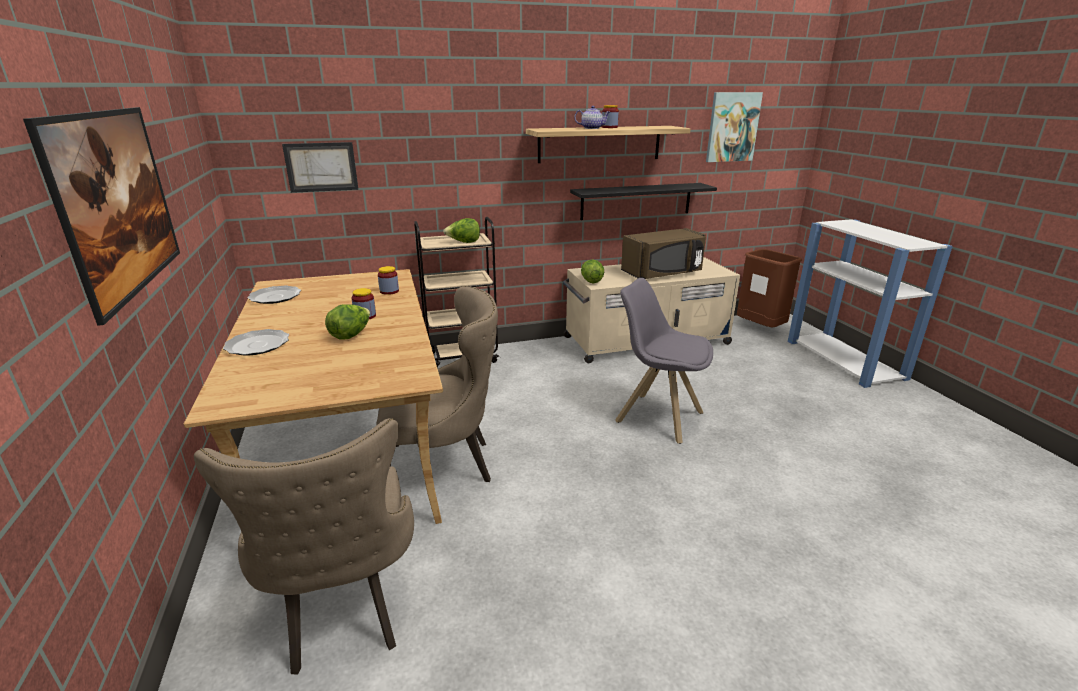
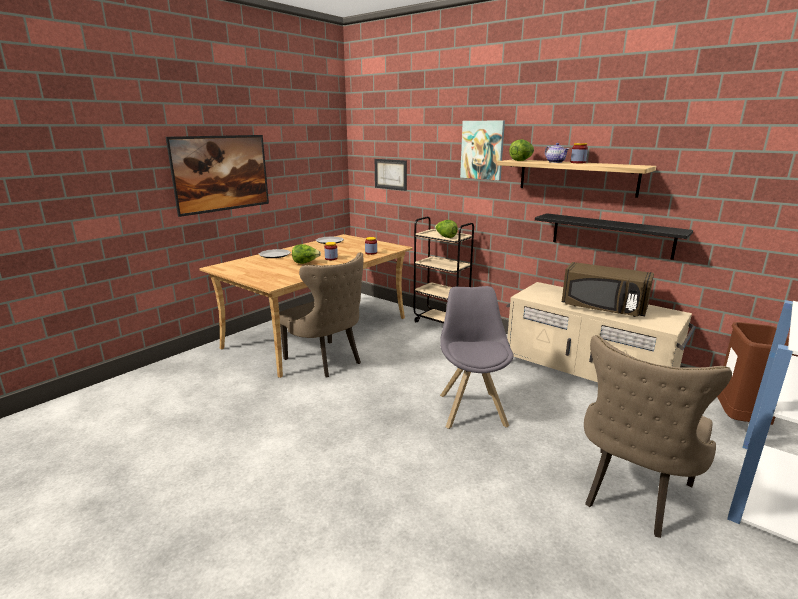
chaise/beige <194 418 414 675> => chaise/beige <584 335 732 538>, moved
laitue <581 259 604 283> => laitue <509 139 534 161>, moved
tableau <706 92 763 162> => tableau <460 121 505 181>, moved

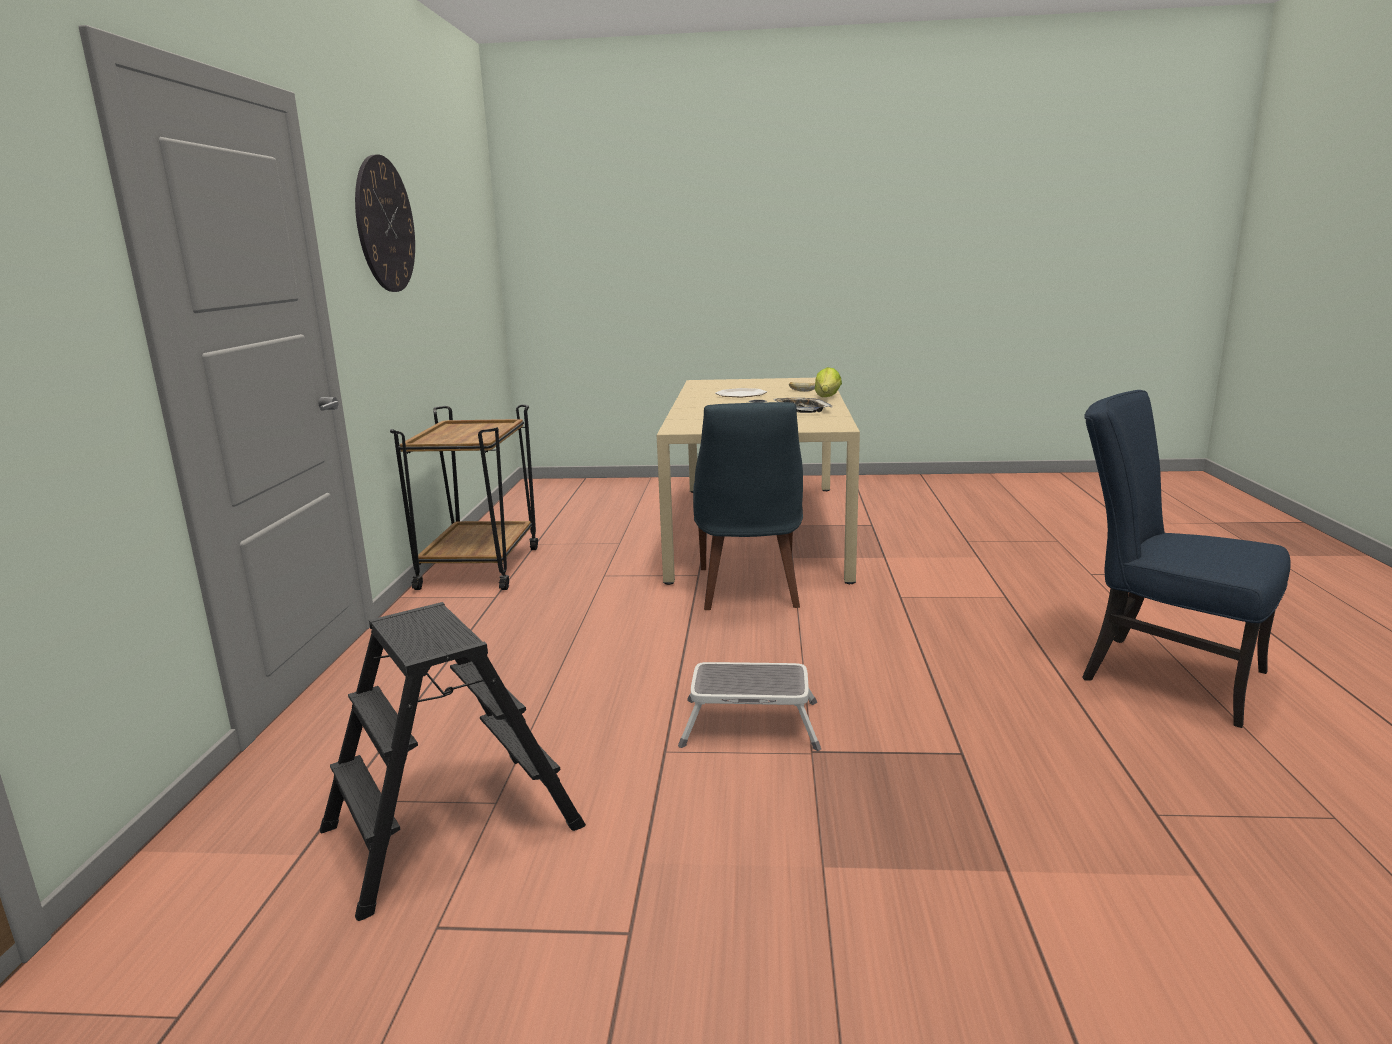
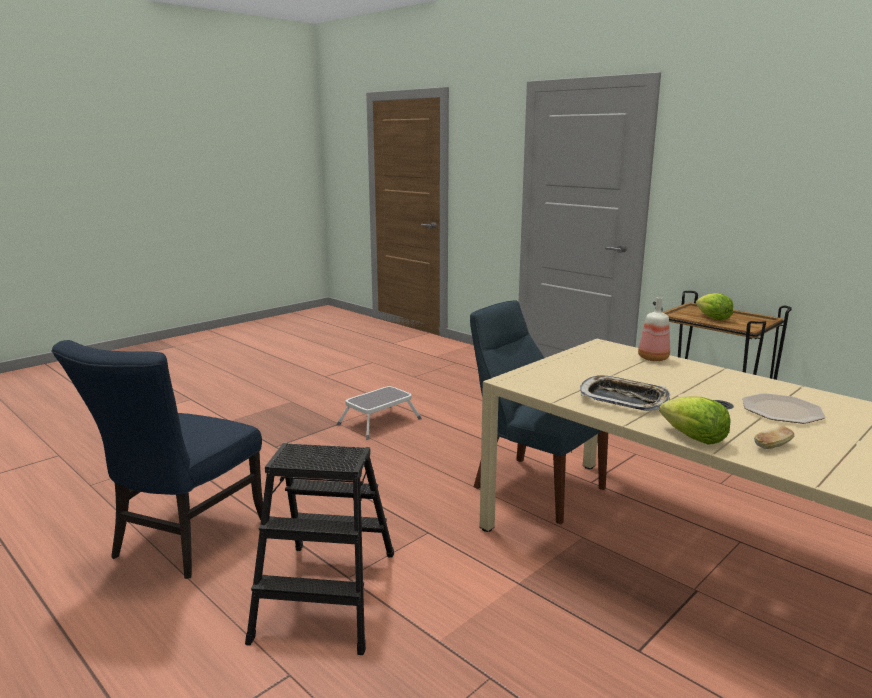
horloge murale <355 154 415 292> => nothing
nothing => bouteille <638 297 670 361>
nothing => laitue <696 293 733 321>
escabeau/noir <320 602 586 921> => escabeau/noir <245 443 394 655>, moved
chaise/bleu <1082 390 1291 728> => chaise/bleu <51 340 263 579>, 120 degrees clockwise

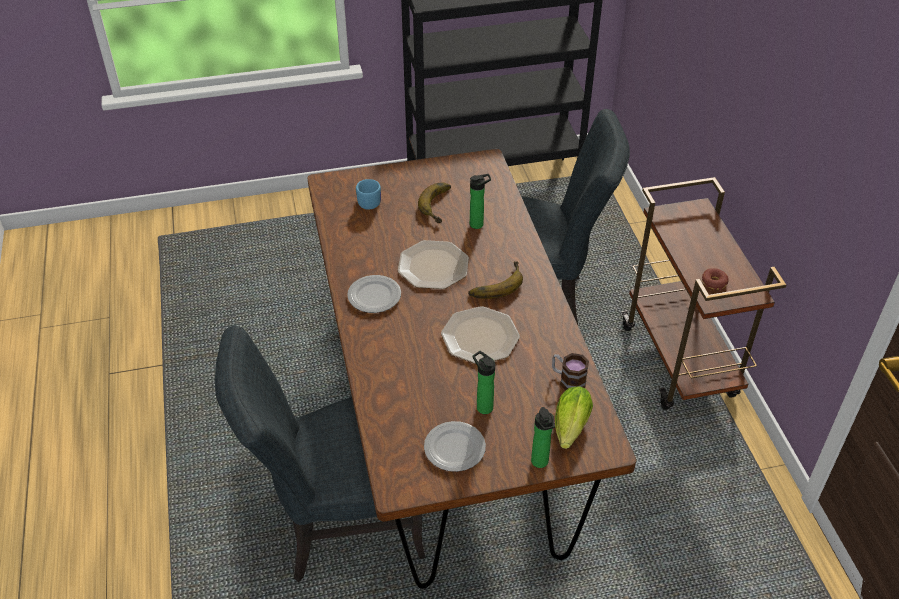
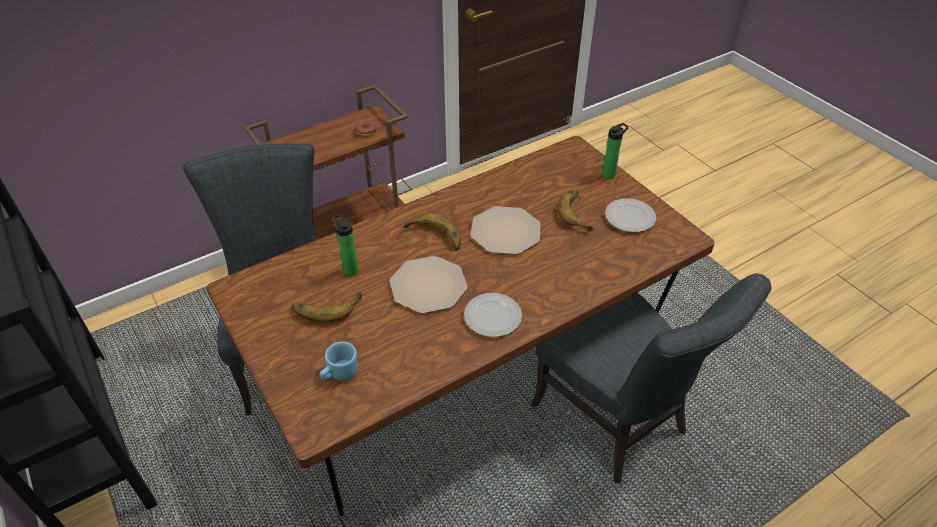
mug <552 353 589 391> => nothing
laitue <555 386 593 449> => nothing
bouteille <472 351 495 414> => banane <557 190 594 232>

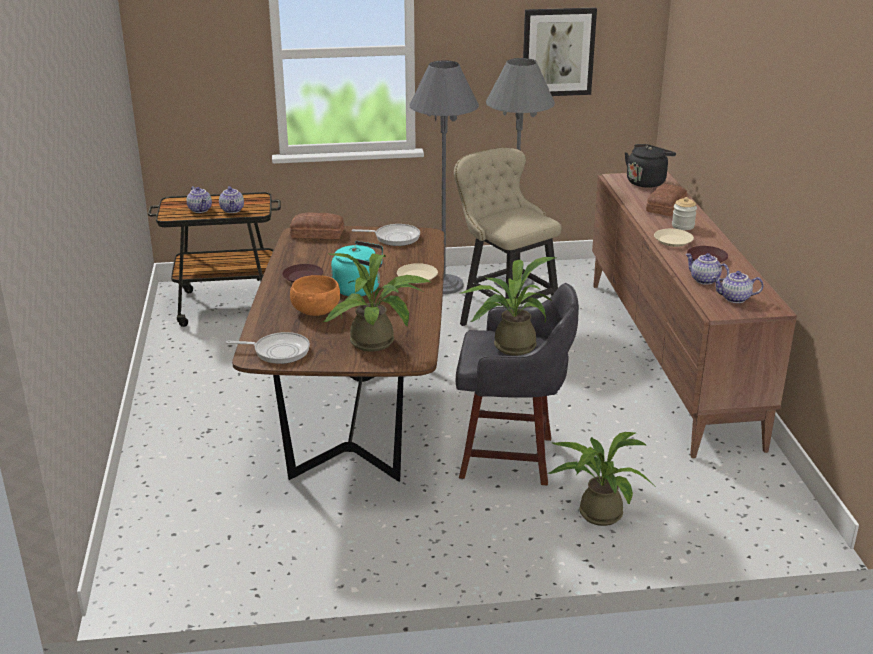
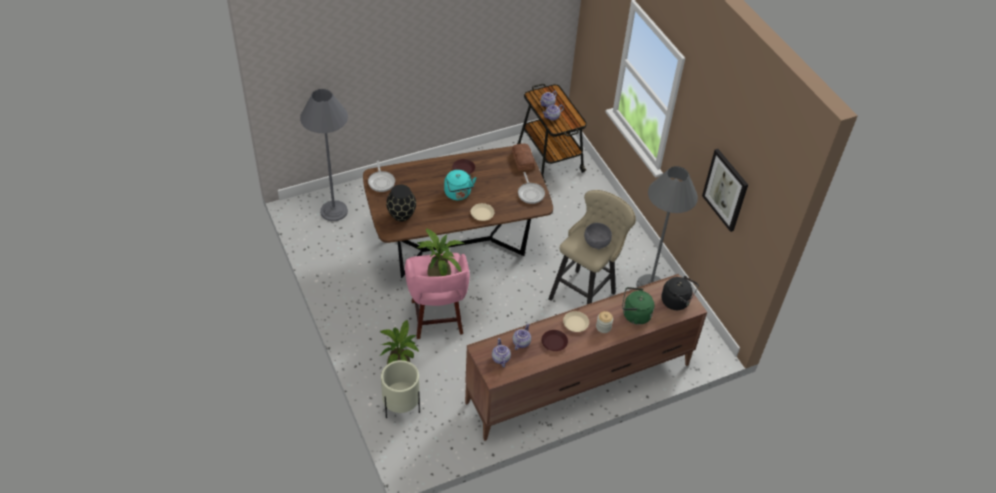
bol/orange <290 275 340 316> => nothing
nothing => cache-pot/beige <381 360 420 418>
nothing => bol/gris <584 223 612 249>
lampadaire/gris <409 60 479 294> => lampadaire/gris <300 89 348 221>, moved
plante en pot <323 253 432 352> => vase/noir <386 185 416 222>
pain <646 184 687 216> => bouilloire/vert <622 287 655 325>
tabouret/gris <456 283 579 485> => tabouret/rose <405 253 470 339>

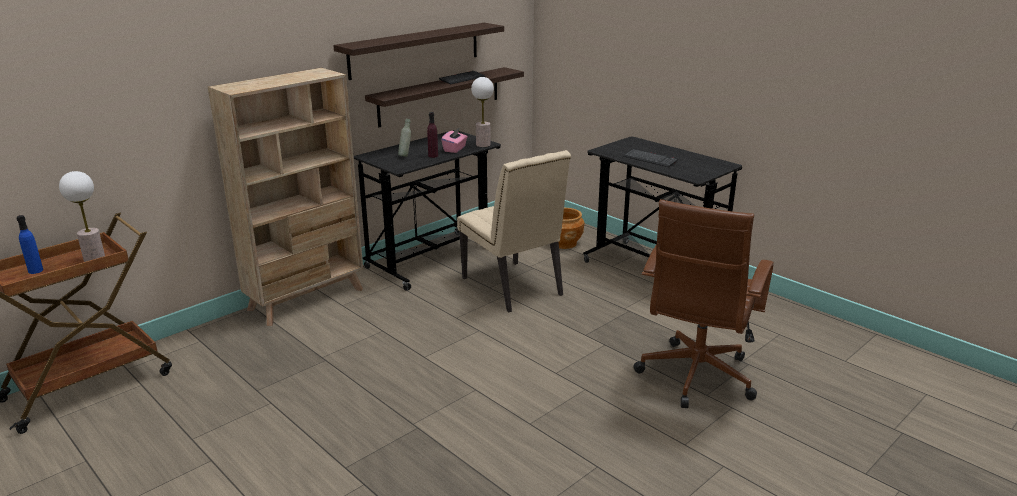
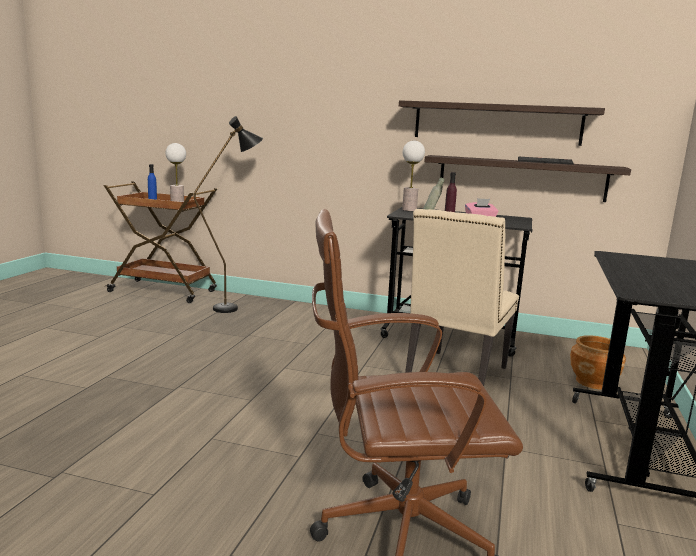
bibliothèque/beige <208 68 363 326> => nothing
clavier <623 149 678 167> => nothing
nothing => lampadaire/noir <194 116 263 313>
lampe de table <471 77 494 147> => lampe de table <402 141 425 211>, moved

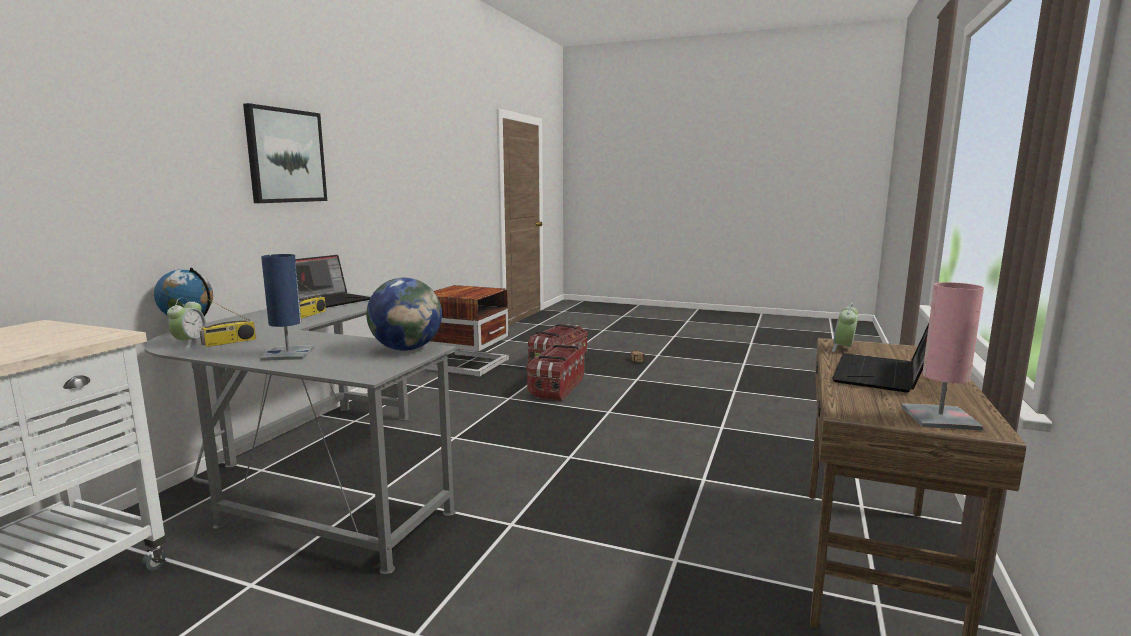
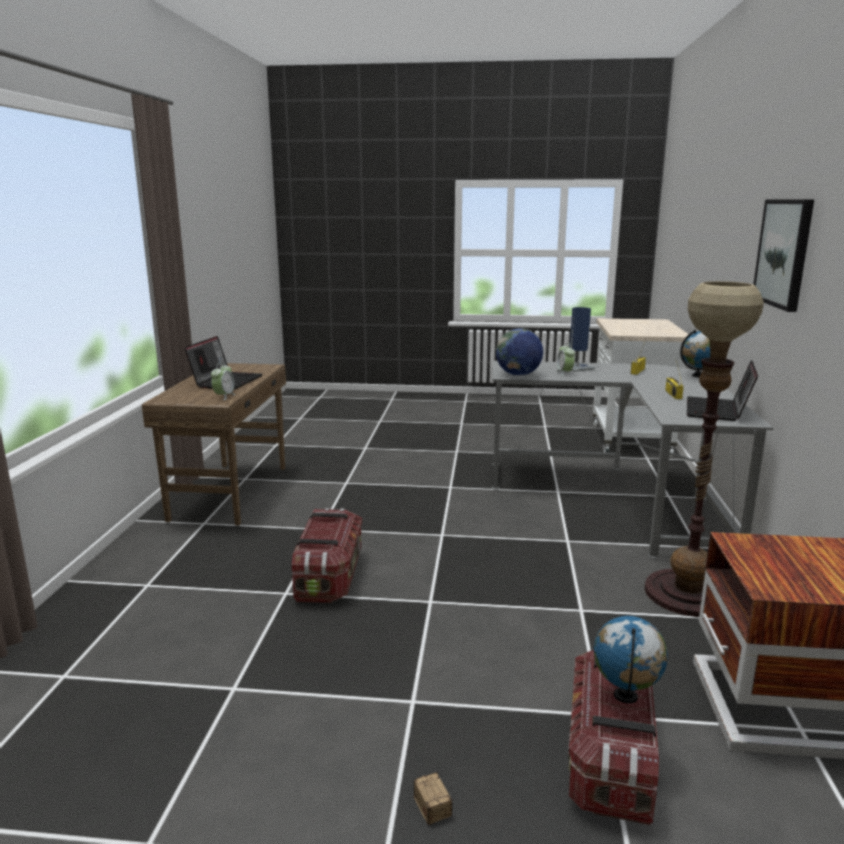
lampe de table/rose <901 282 984 431> => nothing
nothing => globe <594 616 668 703>
nothing => lampadaire <645 281 764 617>
réveil <167 297 206 348> => réveil <556 343 575 376>, moved
boîte de rangement <526 344 584 401> => boîte de rangement <292 508 362 603>, moved

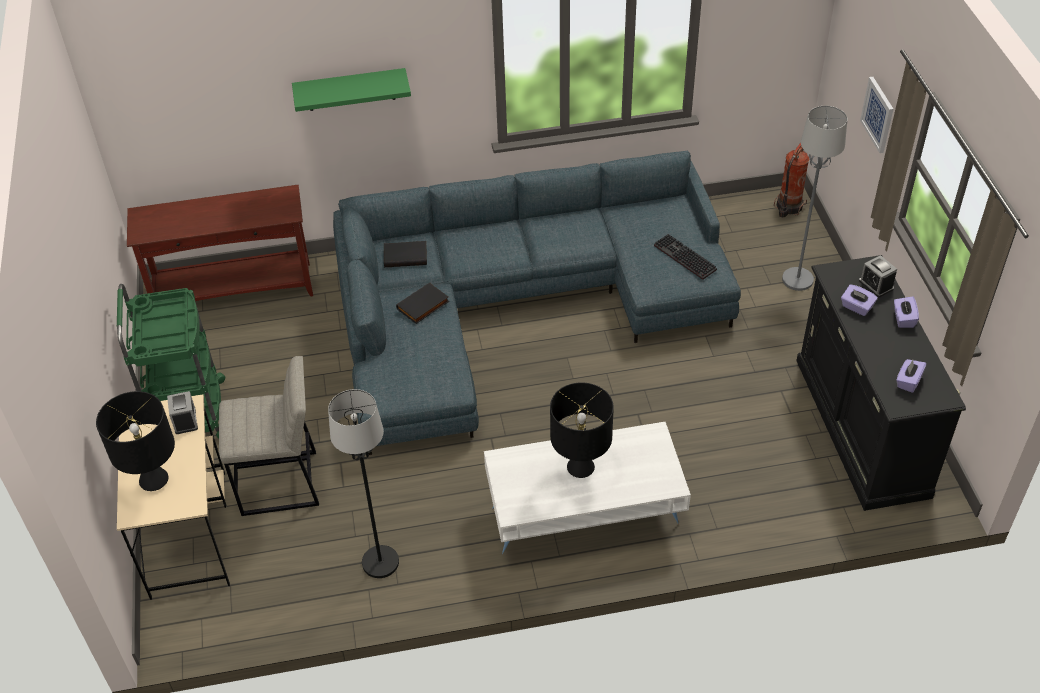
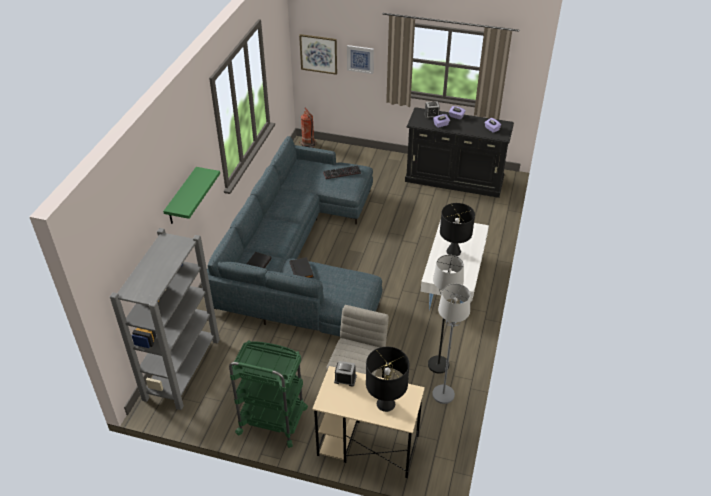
nothing => tableau <299 34 337 75>
lampadaire/gris <782 106 847 291> => lampadaire/gris <432 284 471 404>, moved
table console/marron <127 185 313 301> => bibliothèque/gris <110 228 220 410>

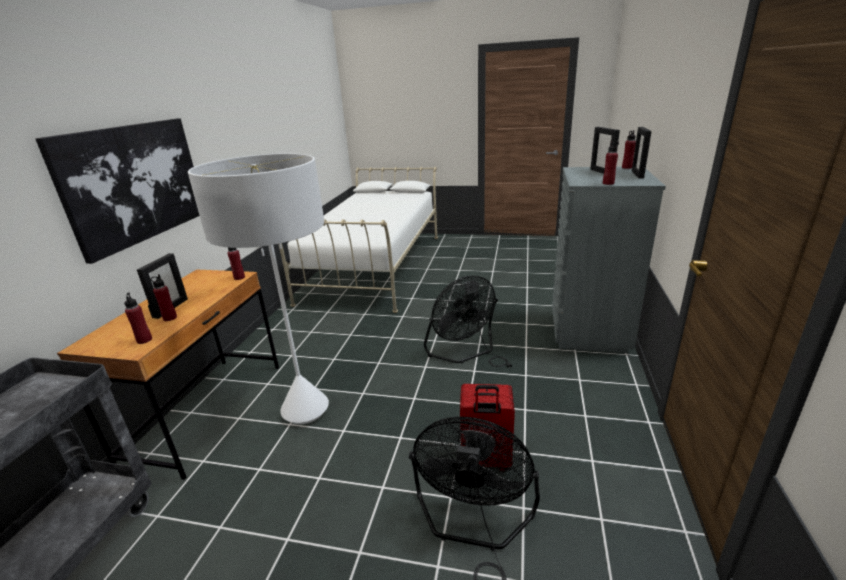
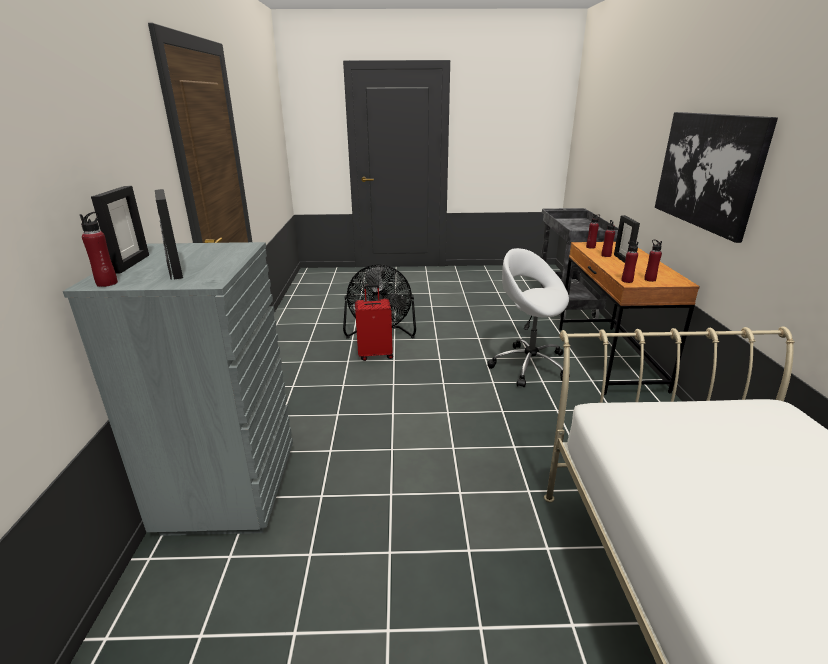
ventilateur/noir <424 276 512 368> => nothing
bouteille/rouge <603 141 619 185> => bouteille/rouge <644 239 662 282>, moved
lampadaire/blanc <188 153 329 424> => chaise de bureau/blanc <487 248 570 387>

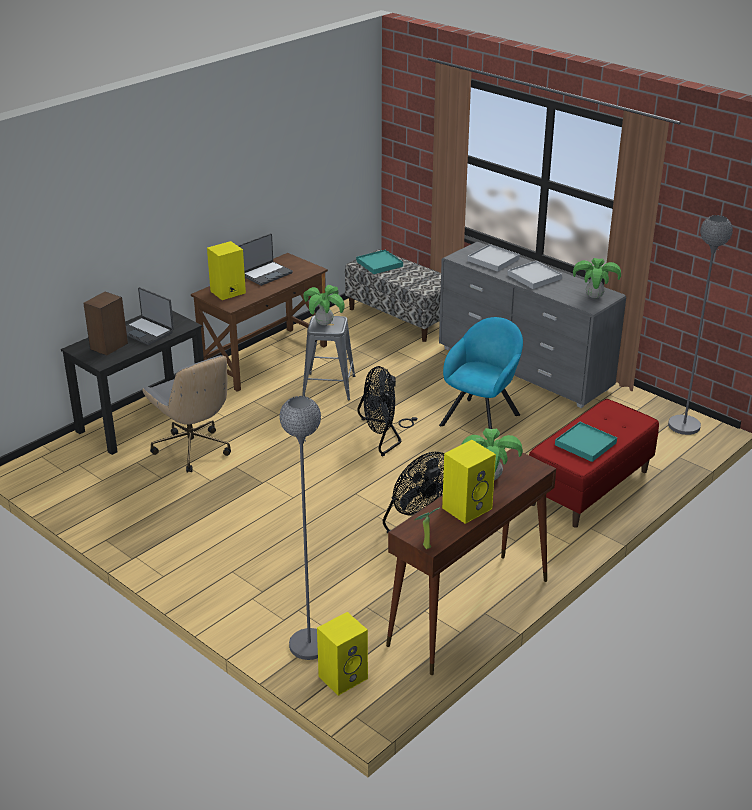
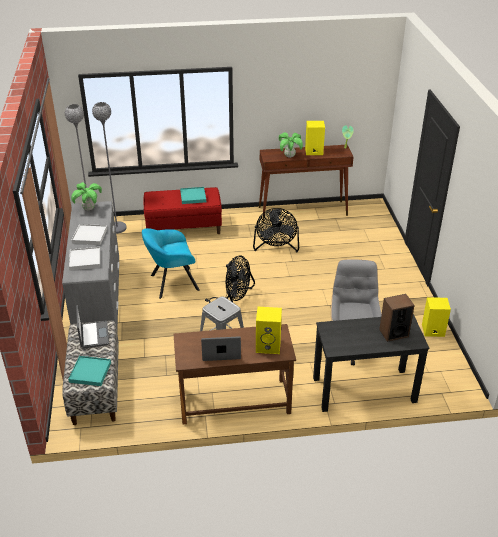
plante en pot <304 285 345 325> => nothing
ordinateur portable <126 287 174 345> => ordinateur portable <76 305 109 349>, moved
lampadaire/gris <280 396 321 660> => lampadaire/gris <92 102 127 234>, moved
enceinte/jaune <317 612 368 696> => enceinte/jaune <422 297 451 337>, moved

